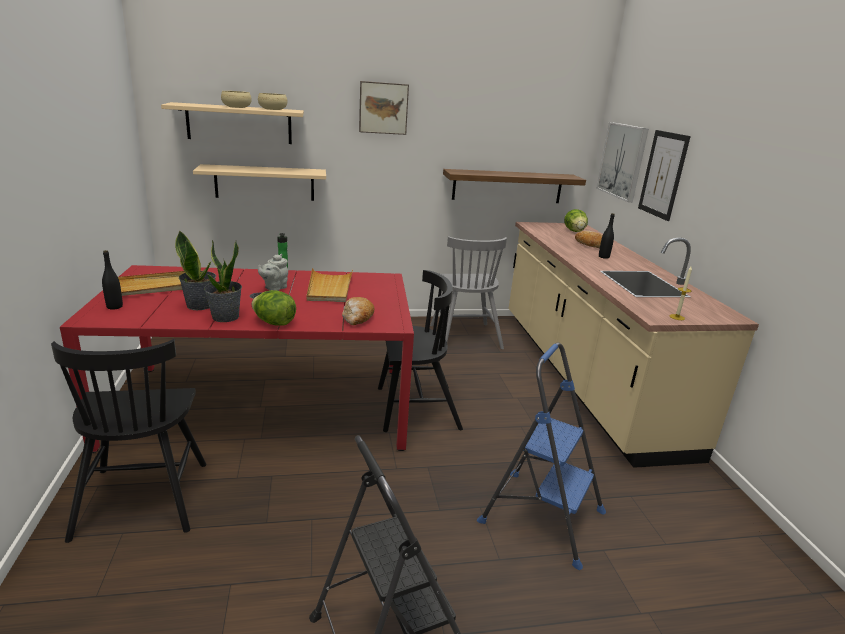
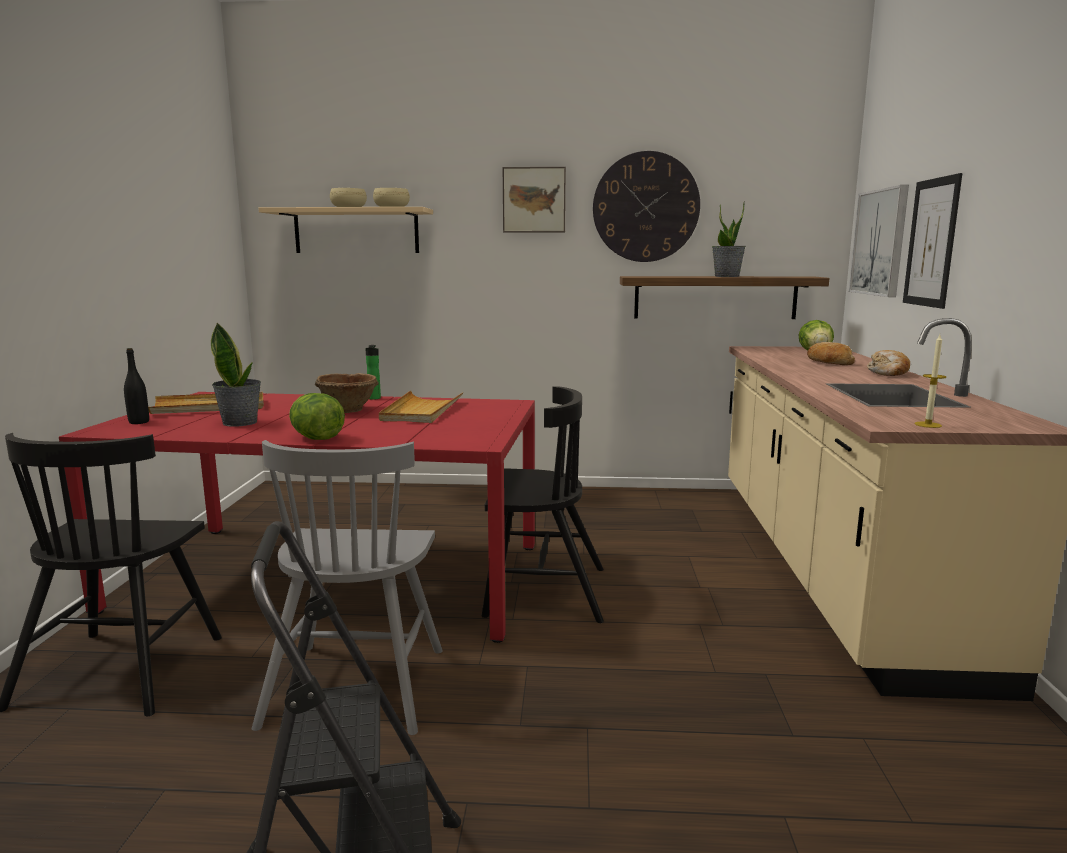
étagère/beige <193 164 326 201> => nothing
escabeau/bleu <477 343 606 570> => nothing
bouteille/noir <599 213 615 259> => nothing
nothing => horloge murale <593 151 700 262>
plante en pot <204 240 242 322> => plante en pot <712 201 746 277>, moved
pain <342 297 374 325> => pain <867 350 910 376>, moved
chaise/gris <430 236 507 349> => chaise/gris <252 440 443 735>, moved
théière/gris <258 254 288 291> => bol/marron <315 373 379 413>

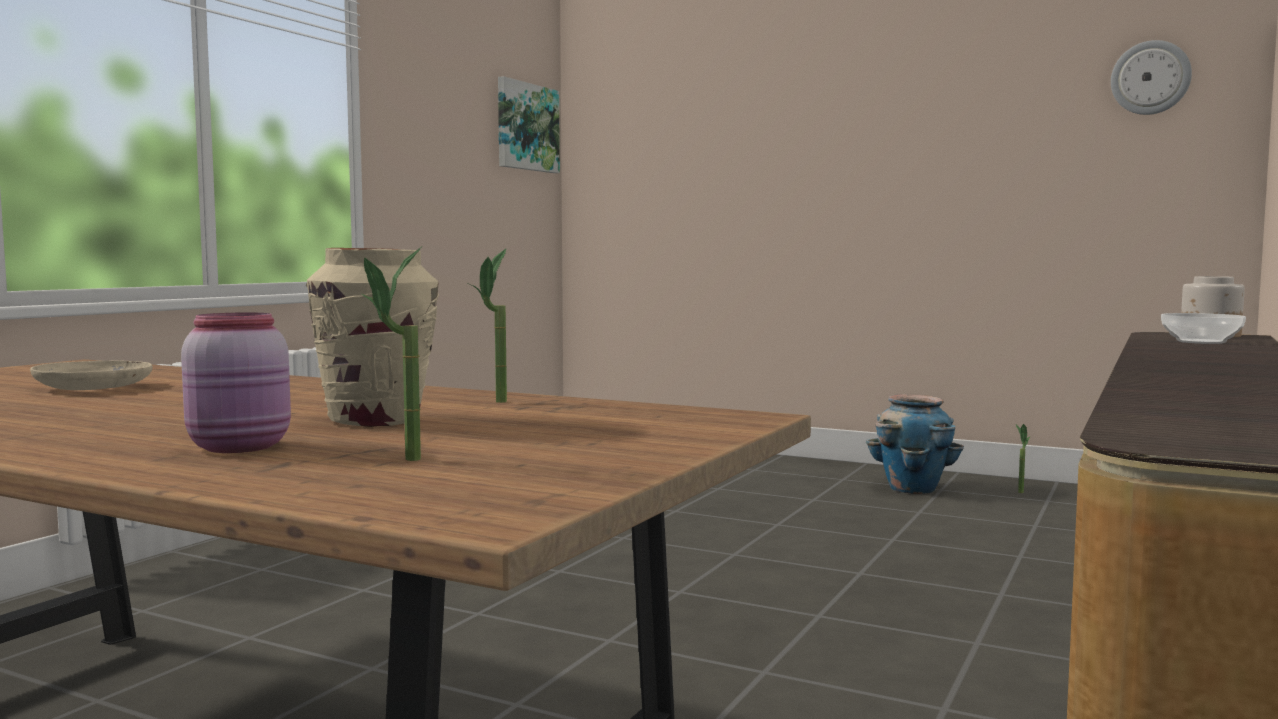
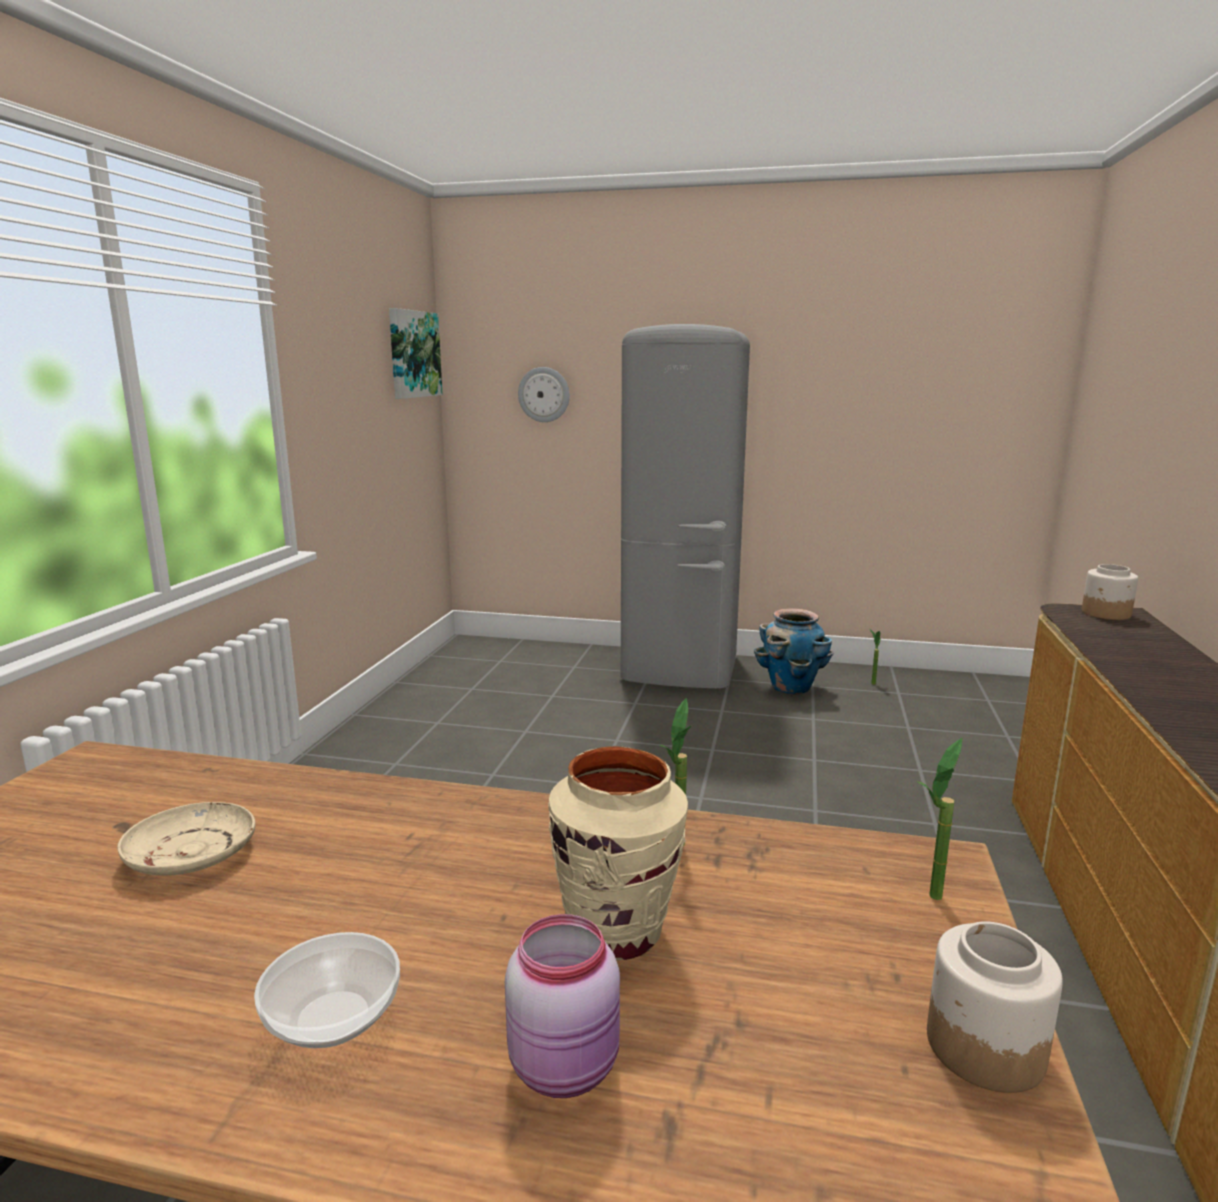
nothing => réfrigérateur/gris <621 324 750 688>
nothing => bocal <927 921 1063 1093>
plante en pot <362 247 422 461> => plante en pot <918 738 962 900>, moved
horloge murale <1111 40 1192 115> => horloge murale <518 367 570 422>, moved
bol <1161 313 1246 344> => bol <254 932 400 1048>, moved

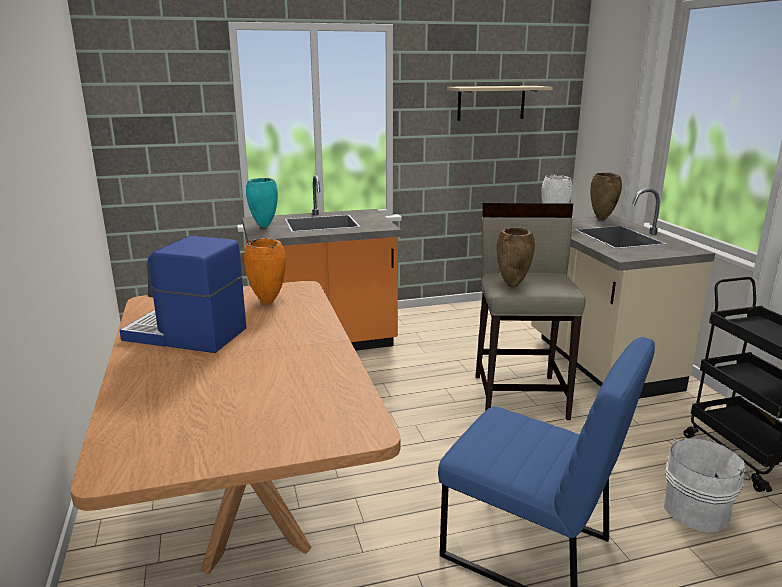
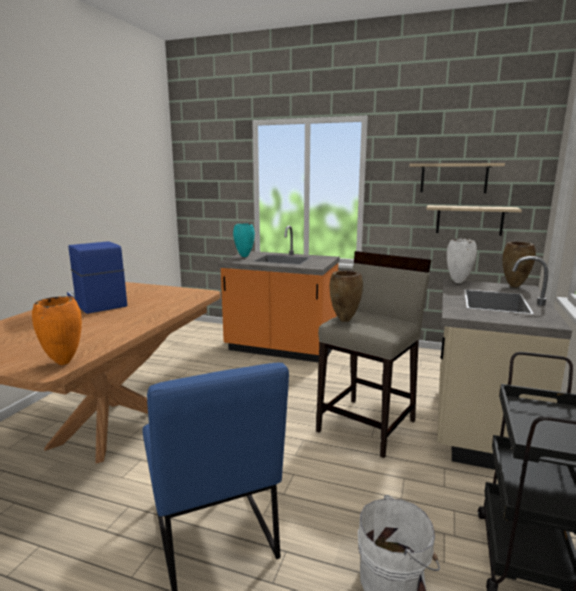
nothing => étagère/beige <426 205 522 236>
vase/orange <244 238 286 304> => vase/orange <32 296 82 365>, moved

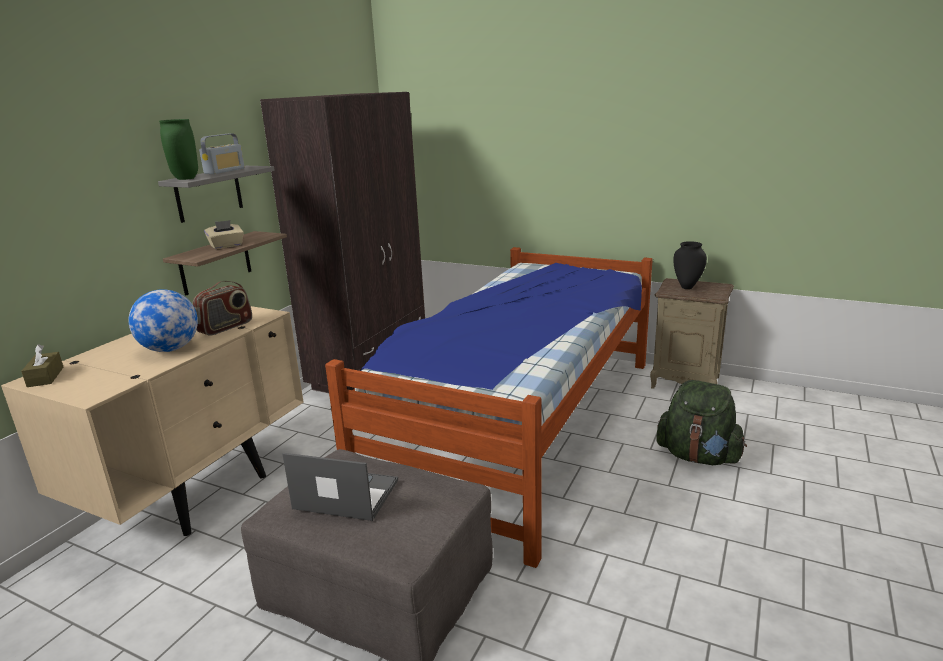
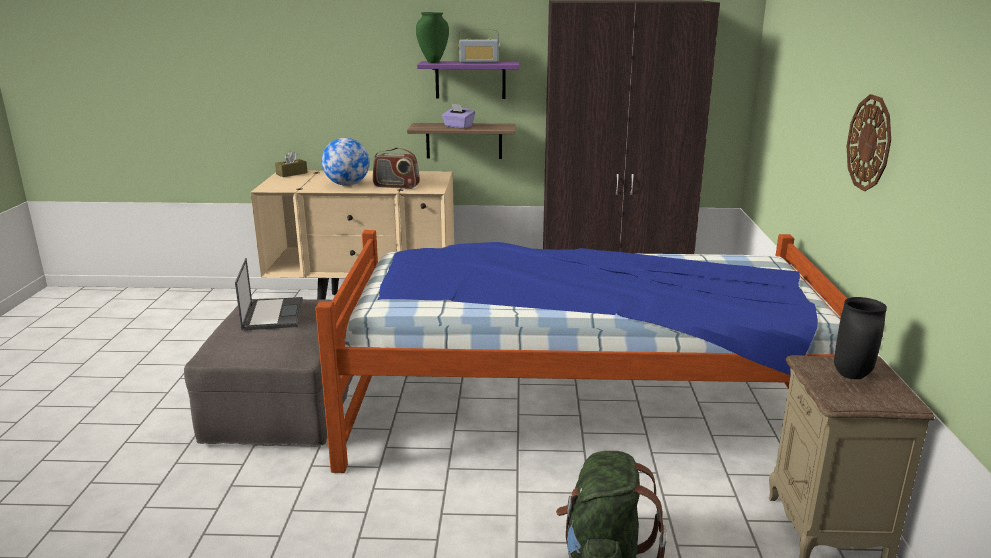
nothing => horloge murale <847 94 891 191>
étagère/gris <158 166 275 223> => étagère/violet <417 61 519 99>
boîte à mouchoirs/beige <204 220 244 249> => boîte à mouchoirs/violet <442 103 475 128>

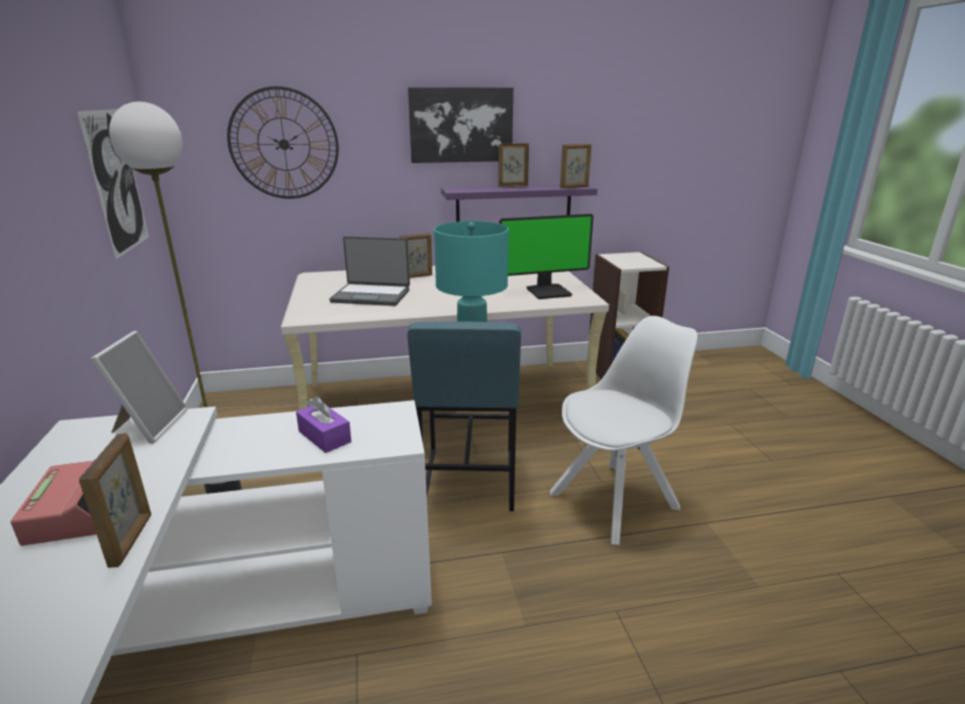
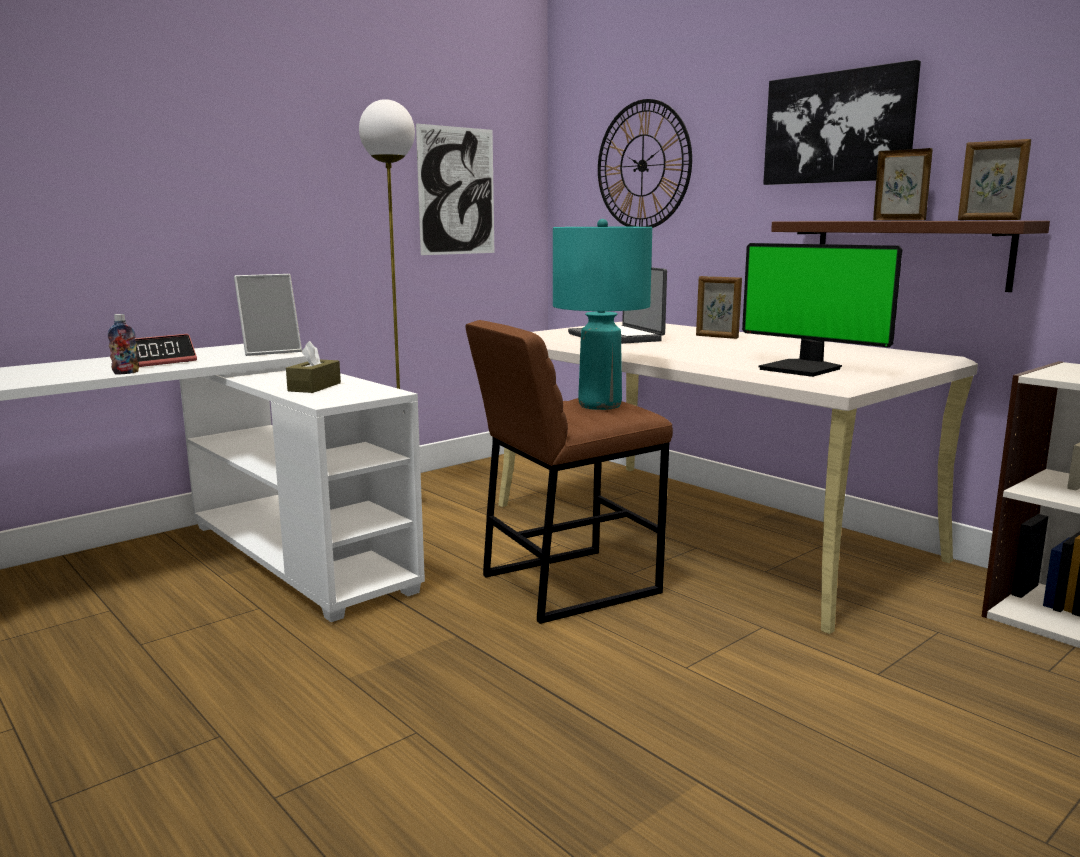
chaise/blanc <550 316 698 545> => nothing
cadre photo <79 433 151 568> => bouteille <108 314 139 374>
boîte à mouchoirs/violet <296 396 352 453> => boîte à mouchoirs/marron <286 341 341 393>
tabouret/bleu <407 321 521 511> => tabouret/marron <466 320 673 624>
étagère/violet <441 184 598 222> => étagère/marron <771 221 1050 292>

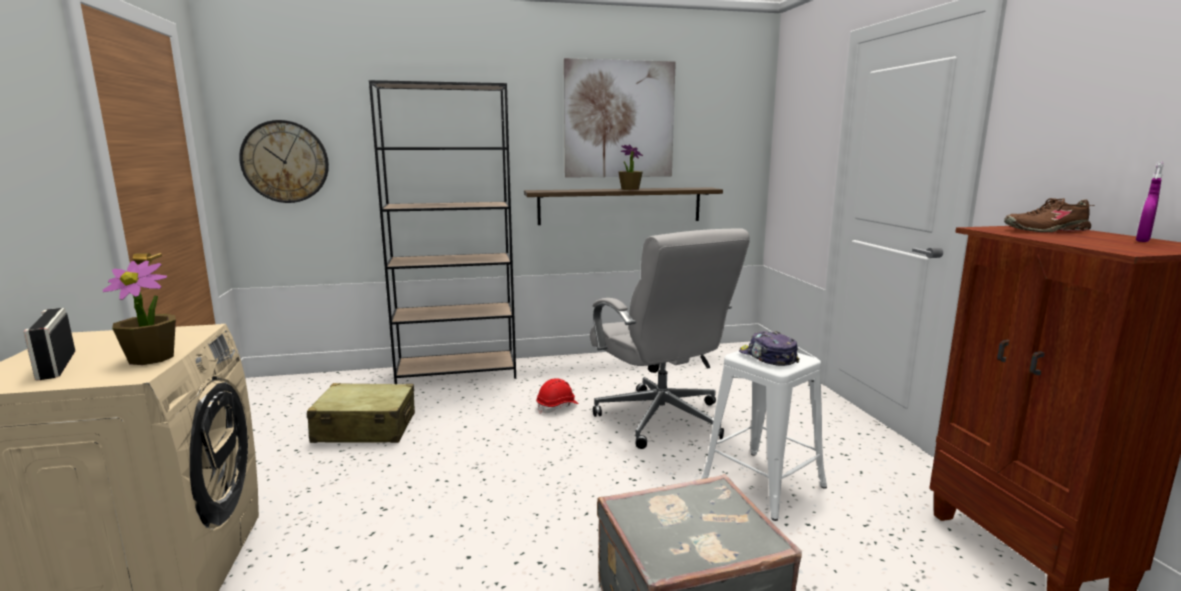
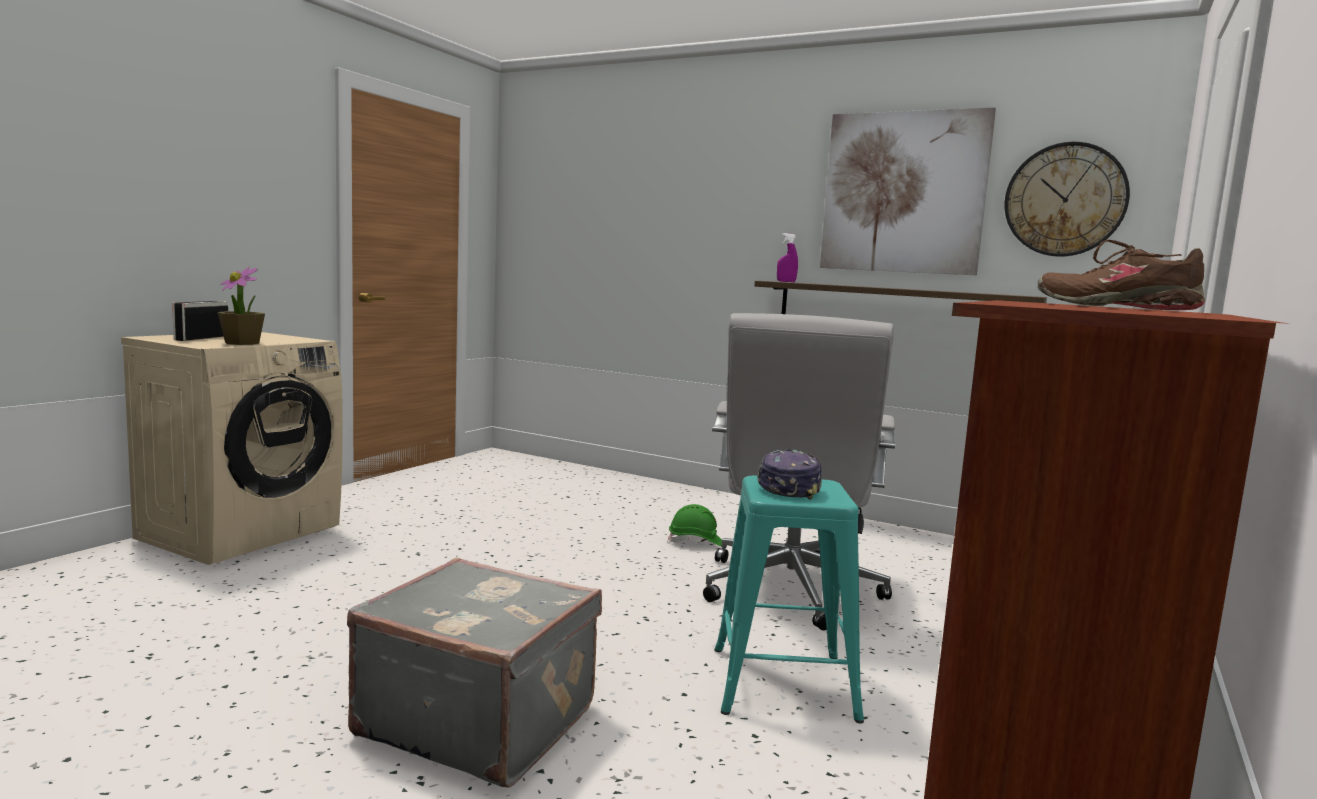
valise/beige <307 383 415 443> => nothing
bibliothèque/beige <369 80 516 384> => nothing
plante en pot <618 145 643 190> => nothing
horloge murale <239 120 329 203> => horloge murale <1005 142 1130 257>, moved
vaporisateur/violet <1136 162 1164 242> => vaporisateur/violet <777 233 798 282>, moved
casque de chantier/rouge <536 378 579 414> => casque de chantier/vert <667 504 722 546>
tabouret/blanc <701 351 827 521> => tabouret/turquoise <714 476 864 723>

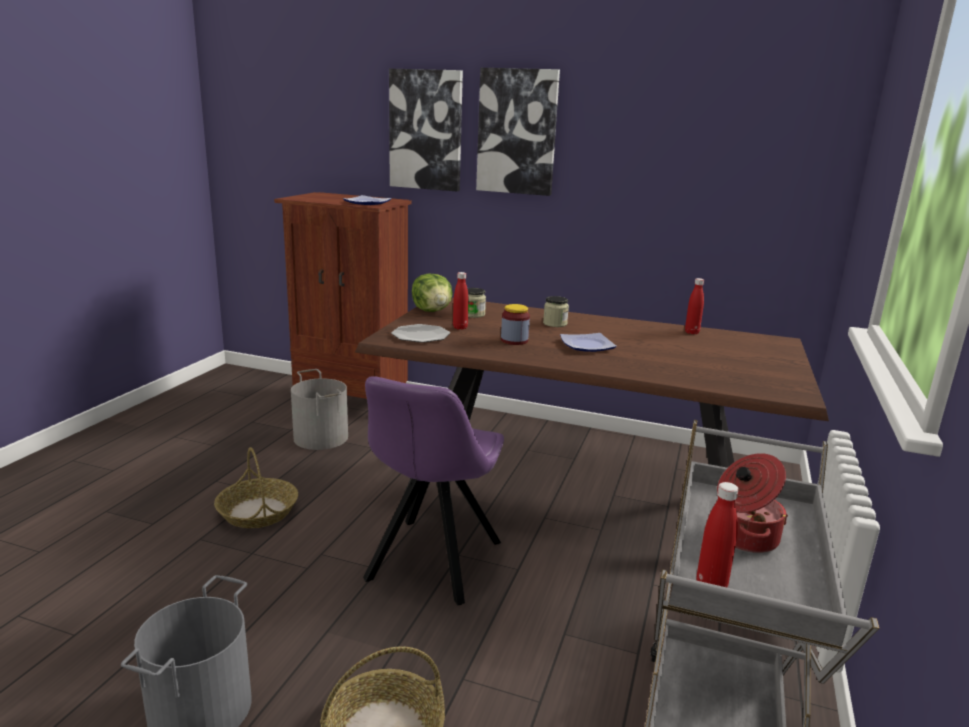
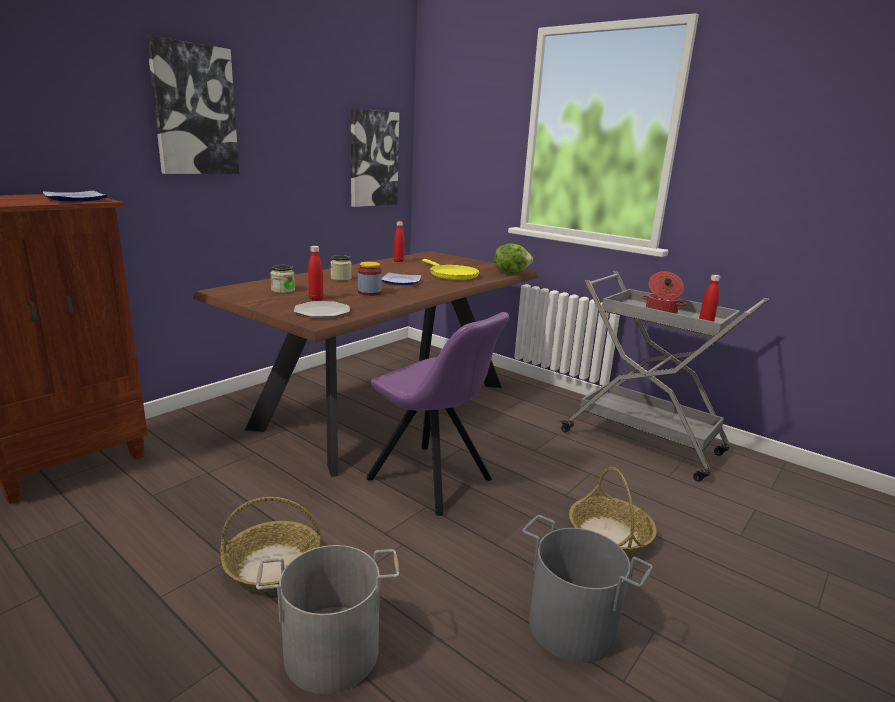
nothing => poêle/jaune <422 259 480 280>
seau/gris <291 369 348 450> => seau/gris <256 545 399 694>, moved
tableau <389 69 463 191> => tableau <351 108 399 207>, moved
laitue <412 273 453 312> => laitue <494 243 533 274>, moved

